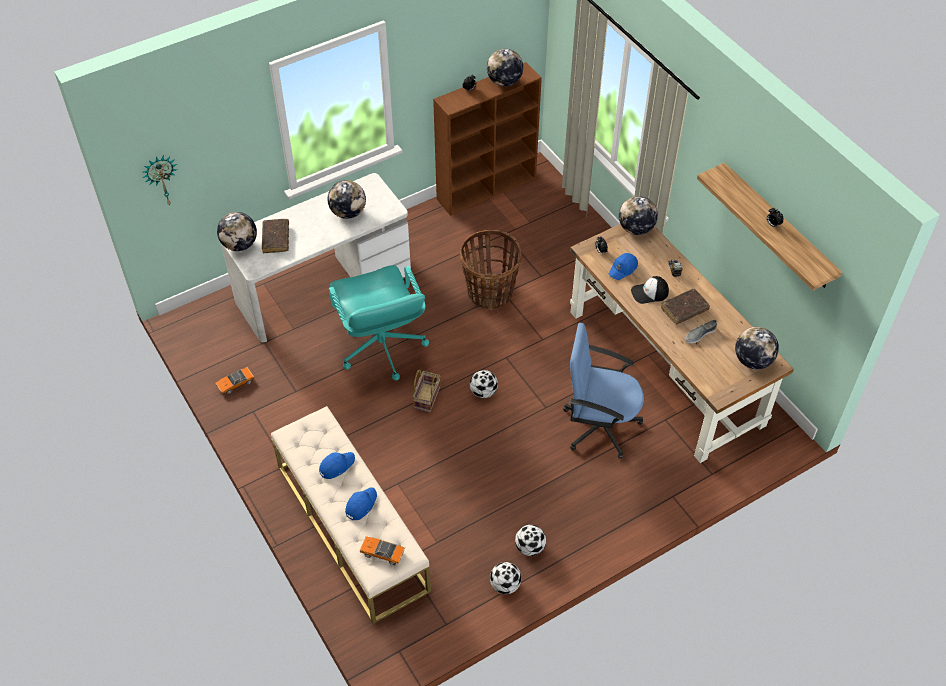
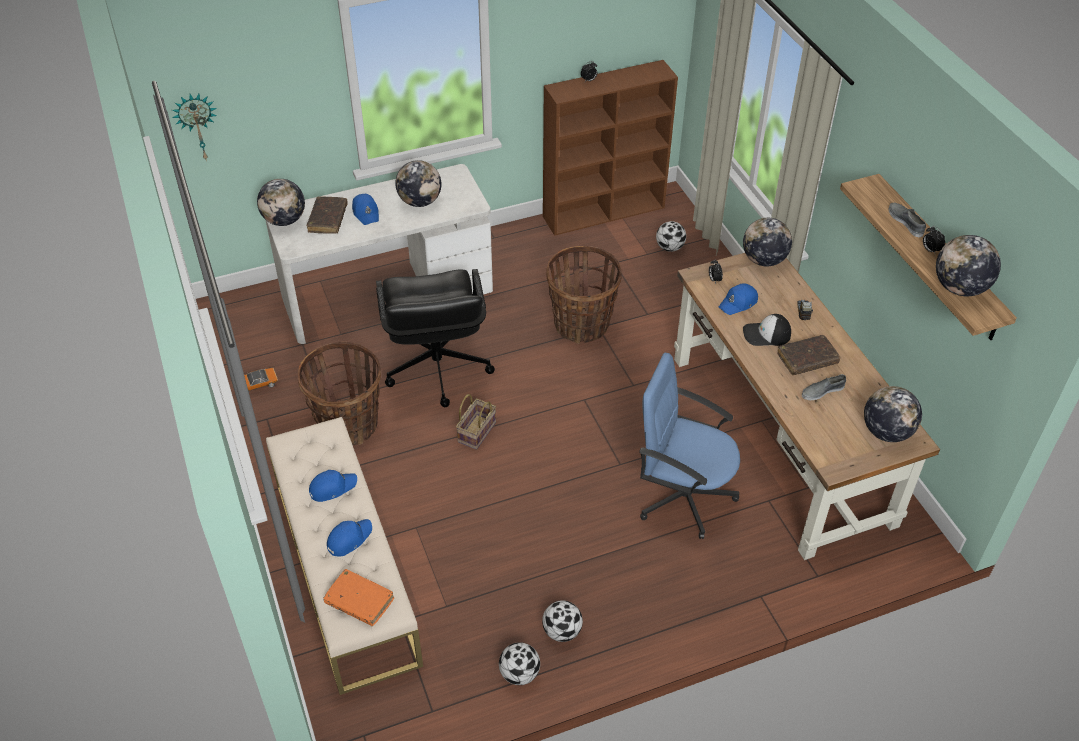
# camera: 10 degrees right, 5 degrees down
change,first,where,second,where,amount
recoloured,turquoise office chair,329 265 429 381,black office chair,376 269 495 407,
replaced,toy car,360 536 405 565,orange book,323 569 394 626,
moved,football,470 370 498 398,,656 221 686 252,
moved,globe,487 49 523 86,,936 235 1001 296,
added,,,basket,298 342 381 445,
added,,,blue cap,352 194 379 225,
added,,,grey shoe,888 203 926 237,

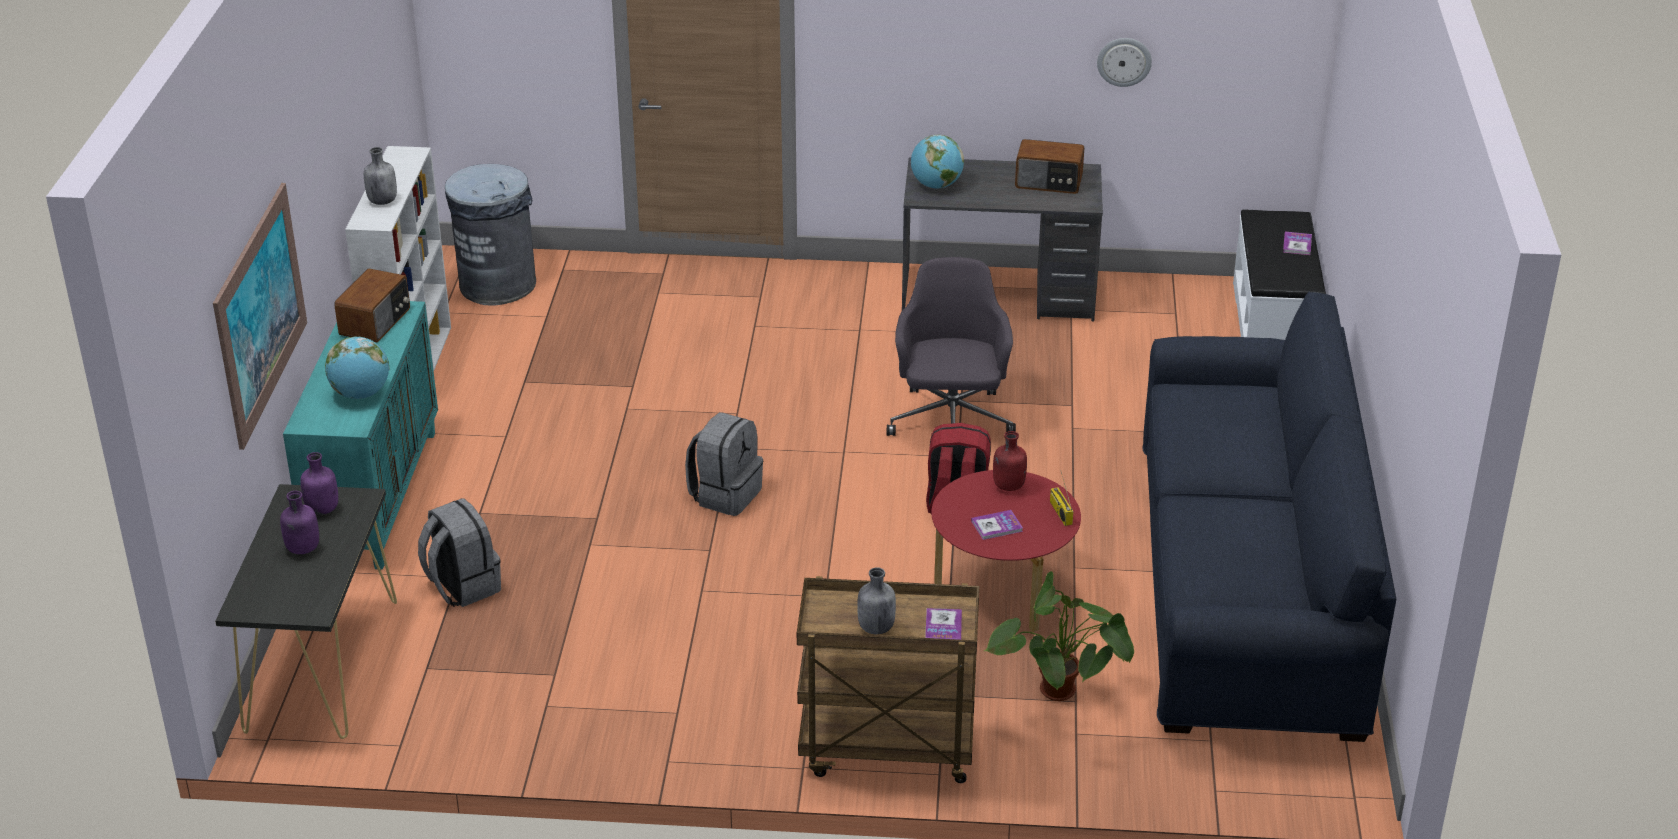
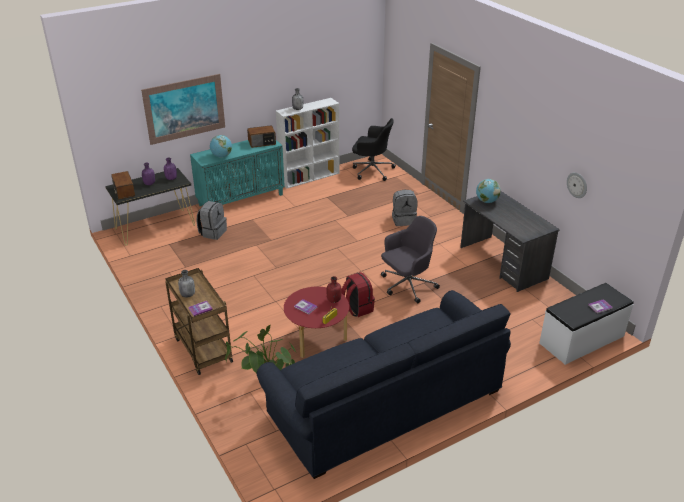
# camera: 55 degrees right, 0 degrees up
change,first,where,second,where,amount
replaced,grey trash can,445 164 536 306,black office chair,352 118 396 181,
moved,grey backpack,685 412 763 516,,392 190 418 226,
moved,radio,1015 139 1084 194,,111 171 135 199,

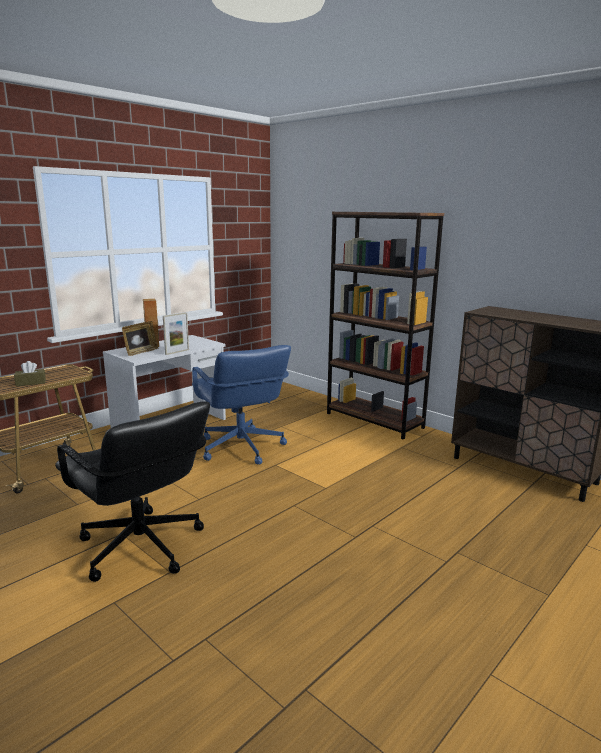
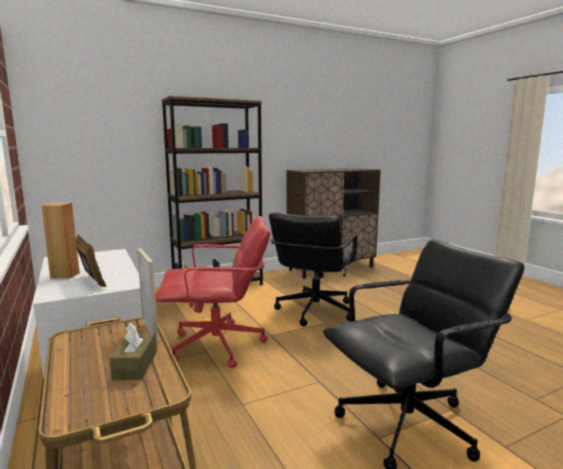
# camera: 70 degrees left, 5 degrees down
change,first,where,second,where,amount
moved,picture frame,163 312 189 355,,137 248 159 343,
recoloured,blue office chair,192 345 291 464,red office chair,155 216 270 368,
added,,,black office chair,269 213 357 326,

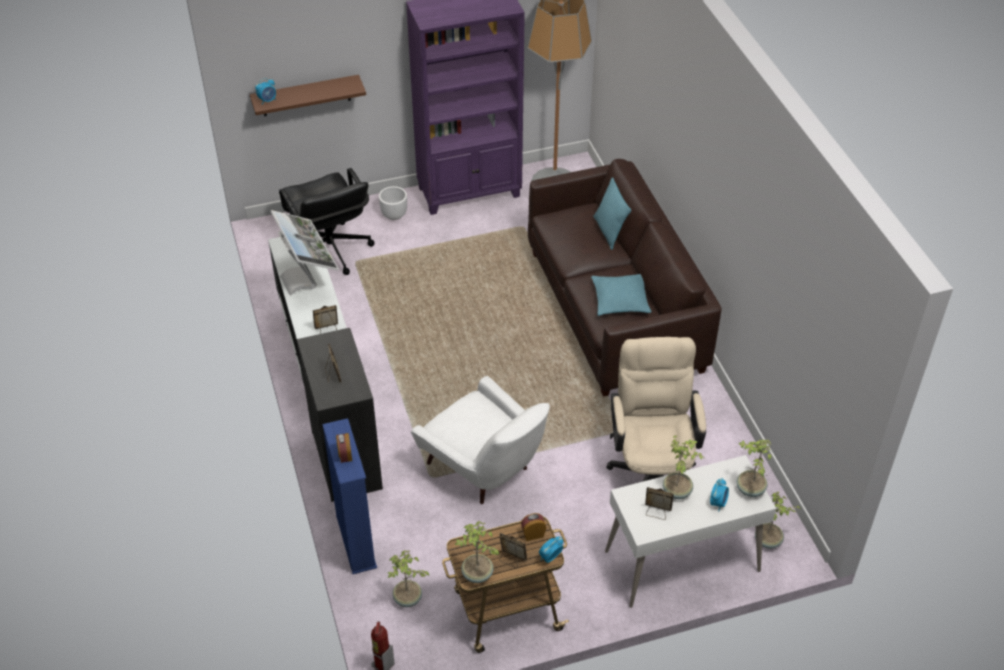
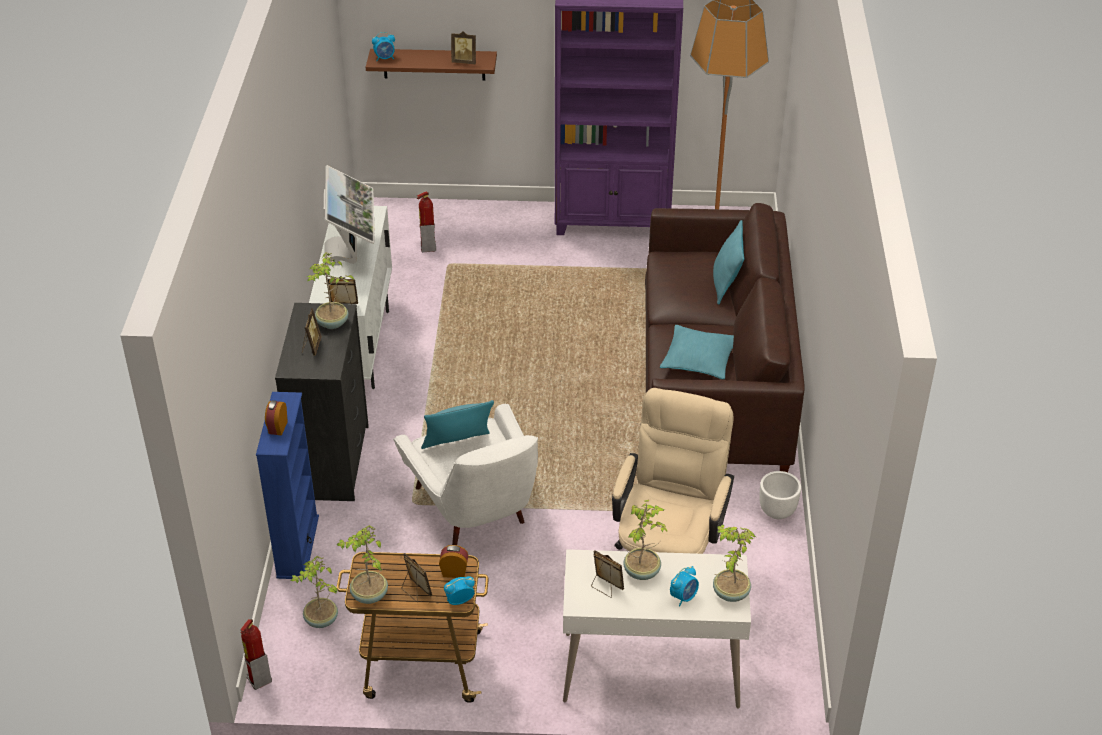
# camera: 20 degrees right, 5 degrees down
change,first,where,second,where,amount
replaced,black office chair,279 168 374 275,fire extinguisher,417 192 436 252,
moved,white planter,379 186 407 220,,759 471 801 519,
moved,potted plant,755 492 801 549,,307 252 354 329,
added,,,turquoise pillow,421 400 494 449,
added,,,picture frame,451 31 476 64,

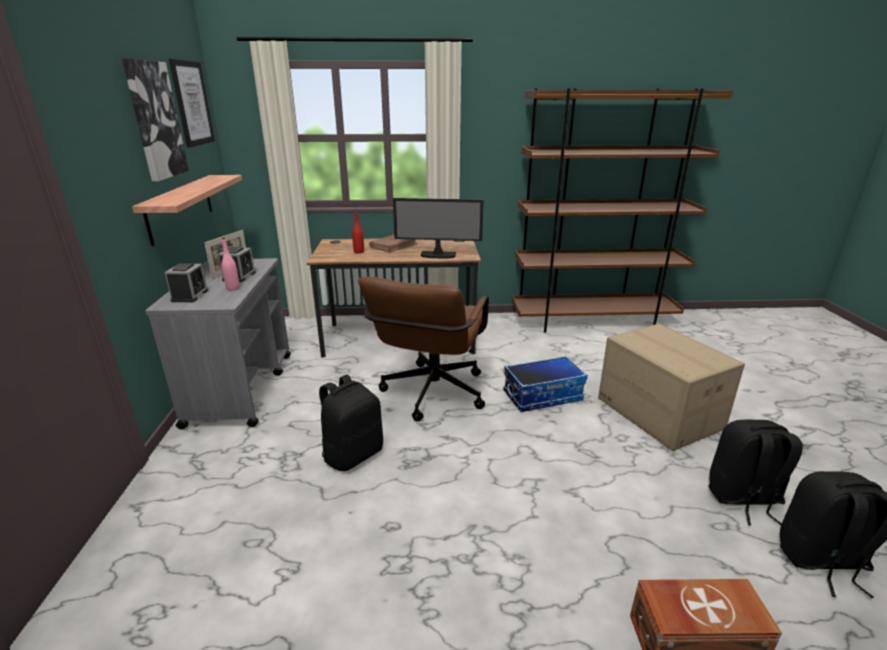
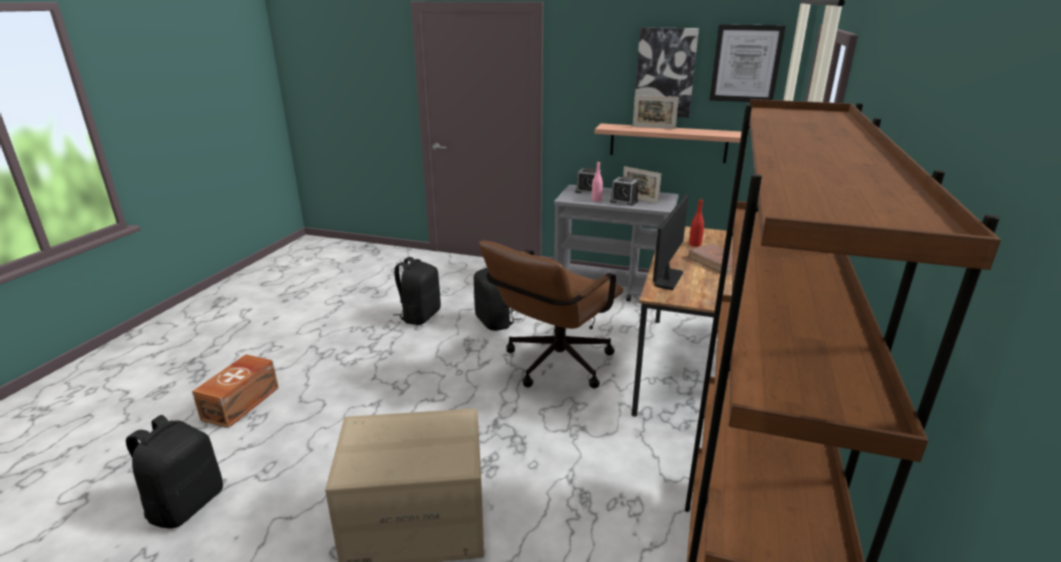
# camera: 110 degrees right, 0 degrees up
change,first,where,second,where,amount
turned,brown office chair,358 277 489 421,,479 241 623 388,90 degrees counterclockwise
removed,storage box,503 356 588 412,,,
moved,black backpack,709 420 803 525,,394 257 441 325,
added,,,picture frame,633 95 679 129,

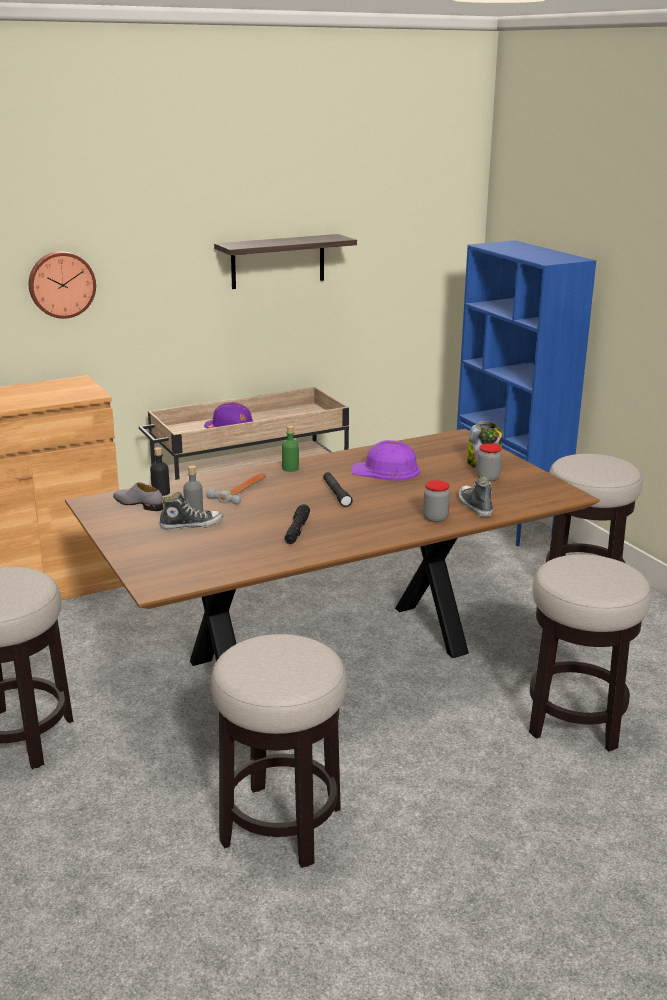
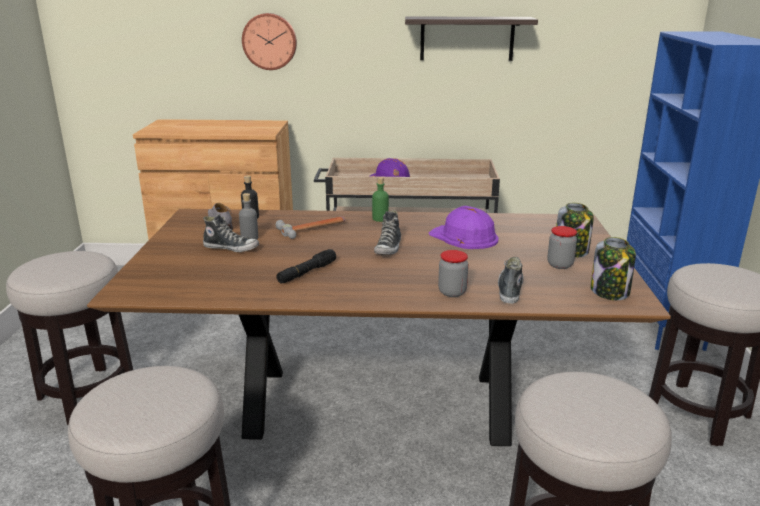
# camera: 30 degrees right, 0 degrees up
change,first,where,second,where,amount
replaced,black flashlight,323 472 353 507,shoe,374 210 401 255,
added,,,jar,591 237 636 300,

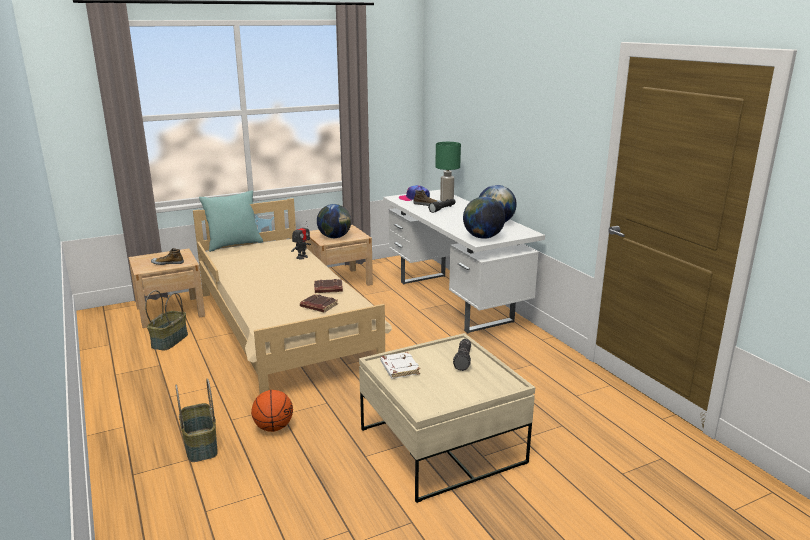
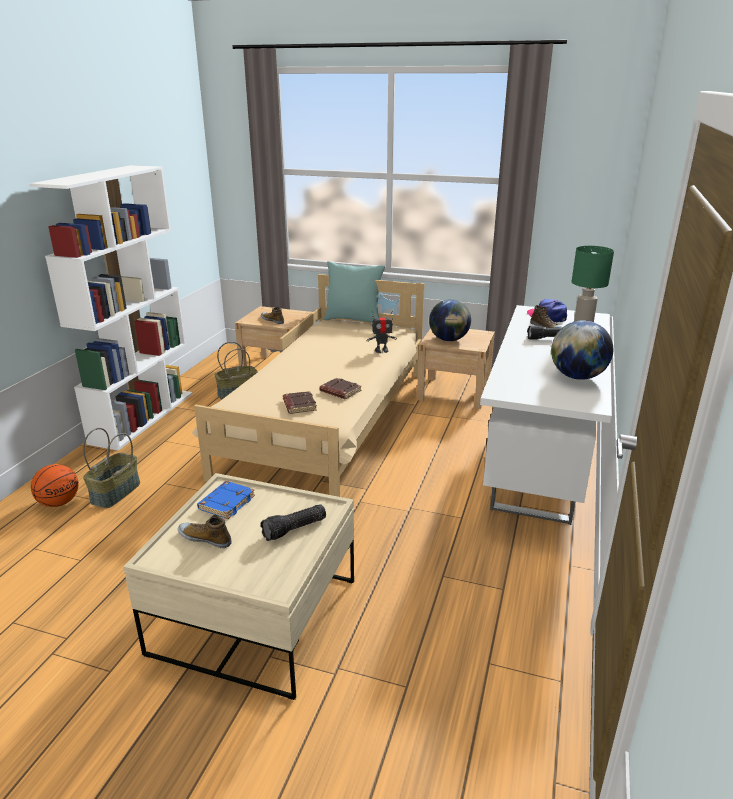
# camera: 45 degrees right, 5 degrees up
change,first,where,second,where,amount
moved,basketball,251 390 293 432,,31 464 79 507,
recoloured,white book,380 352 420 379,blue book,197 481 255 519,
removed,globe,463 197 505 239,,,
added,,,white bookcase,29 165 192 451,
added,,,shoe,178 515 232 548,

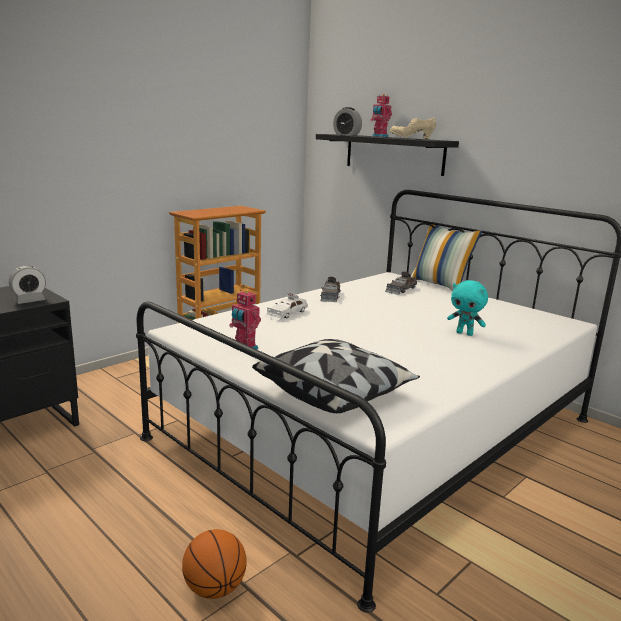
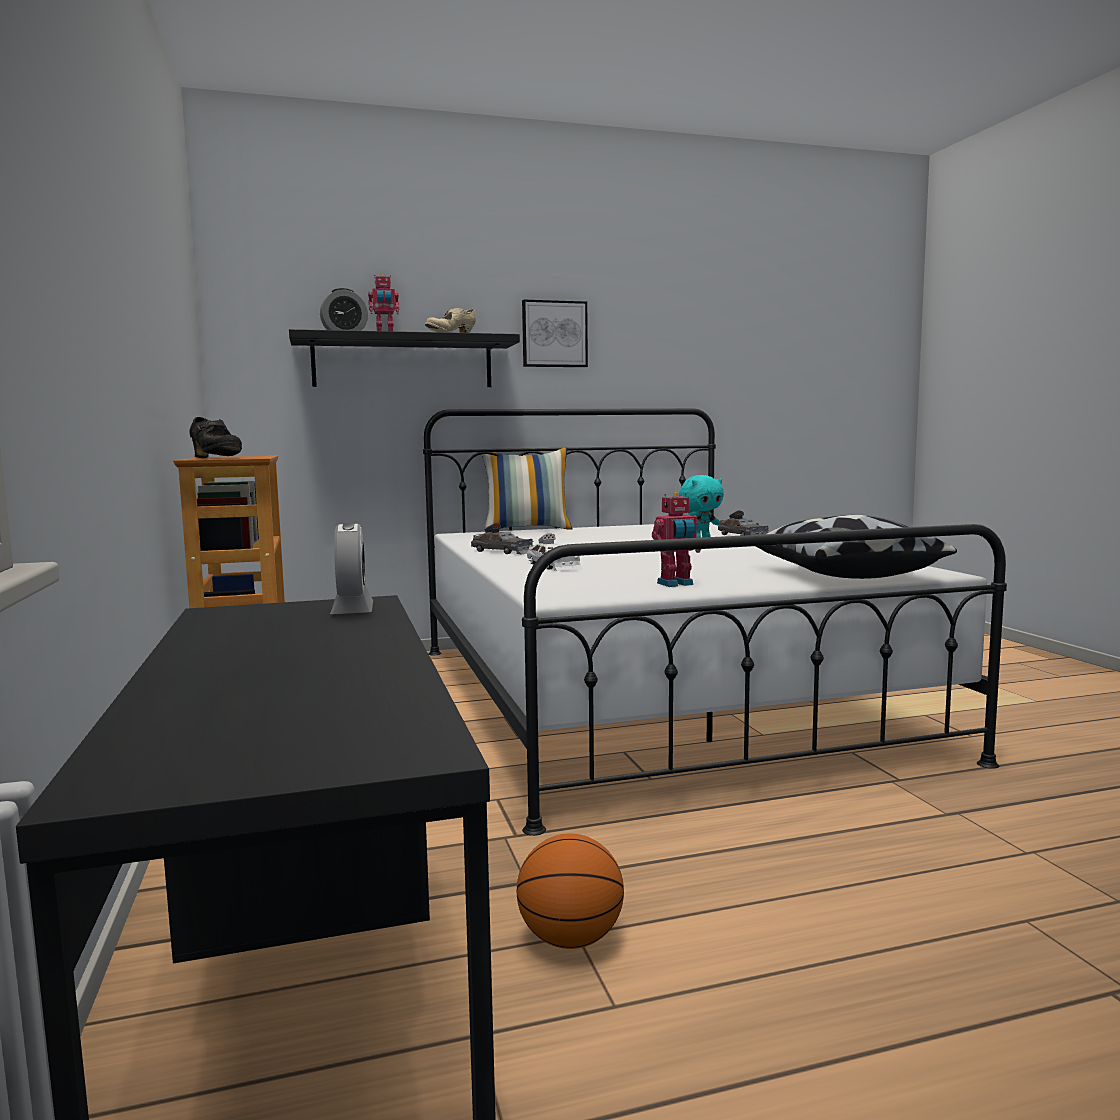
# camera: 60 degrees left, 10 degrees down
change,first,where,second,where,amount
moved,basketball,182 529 247 599,,517 834 624 949,
moved,grey toy car,385 272 417 295,,718 510 768 536,
added,,,black shoe,190 417 242 458,
added,,,picture,522 300 588 367,

